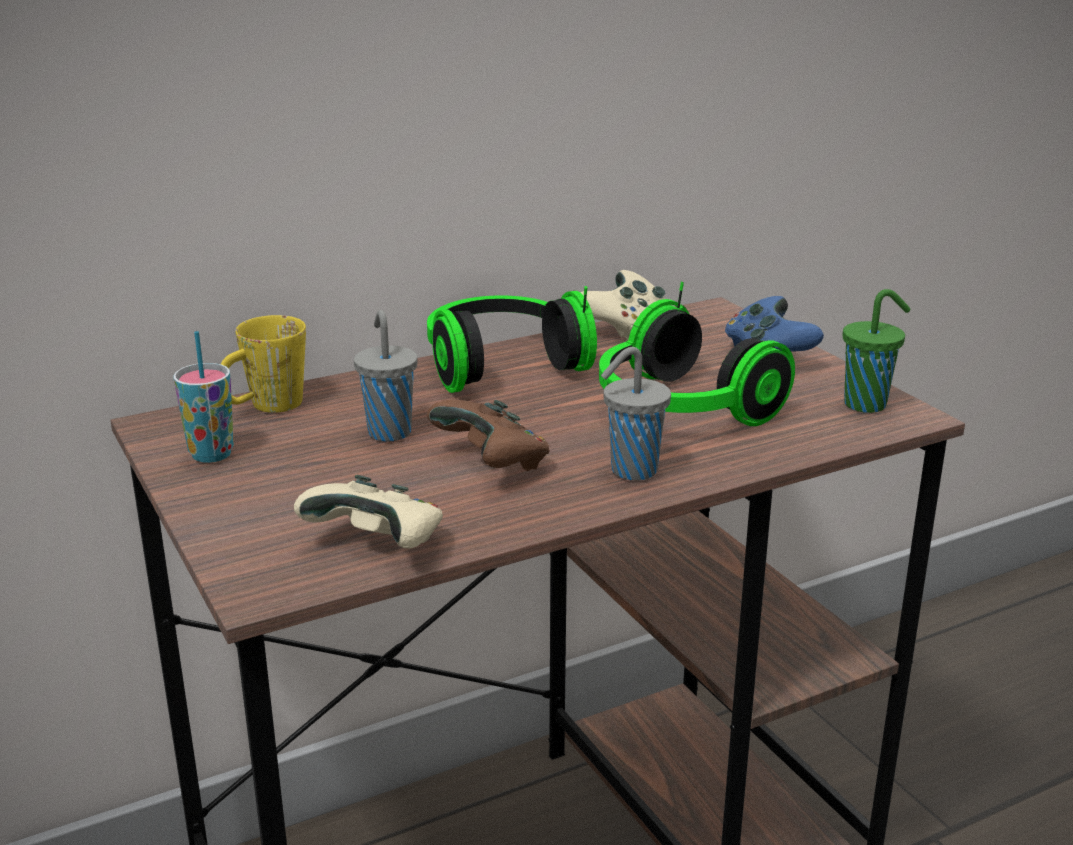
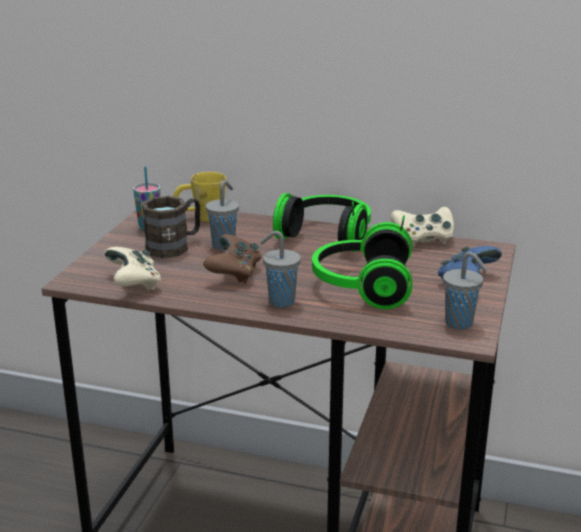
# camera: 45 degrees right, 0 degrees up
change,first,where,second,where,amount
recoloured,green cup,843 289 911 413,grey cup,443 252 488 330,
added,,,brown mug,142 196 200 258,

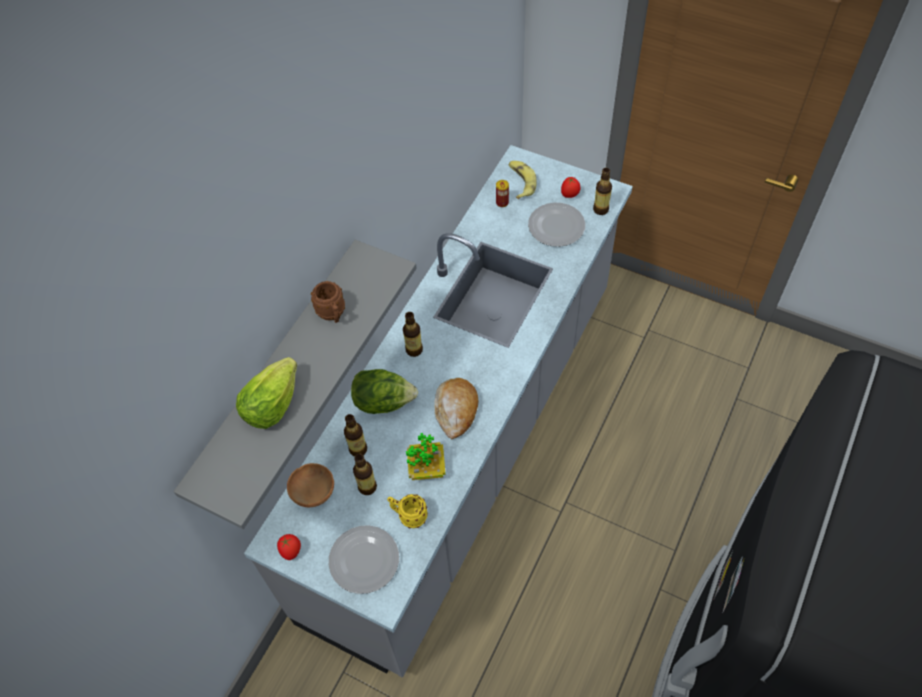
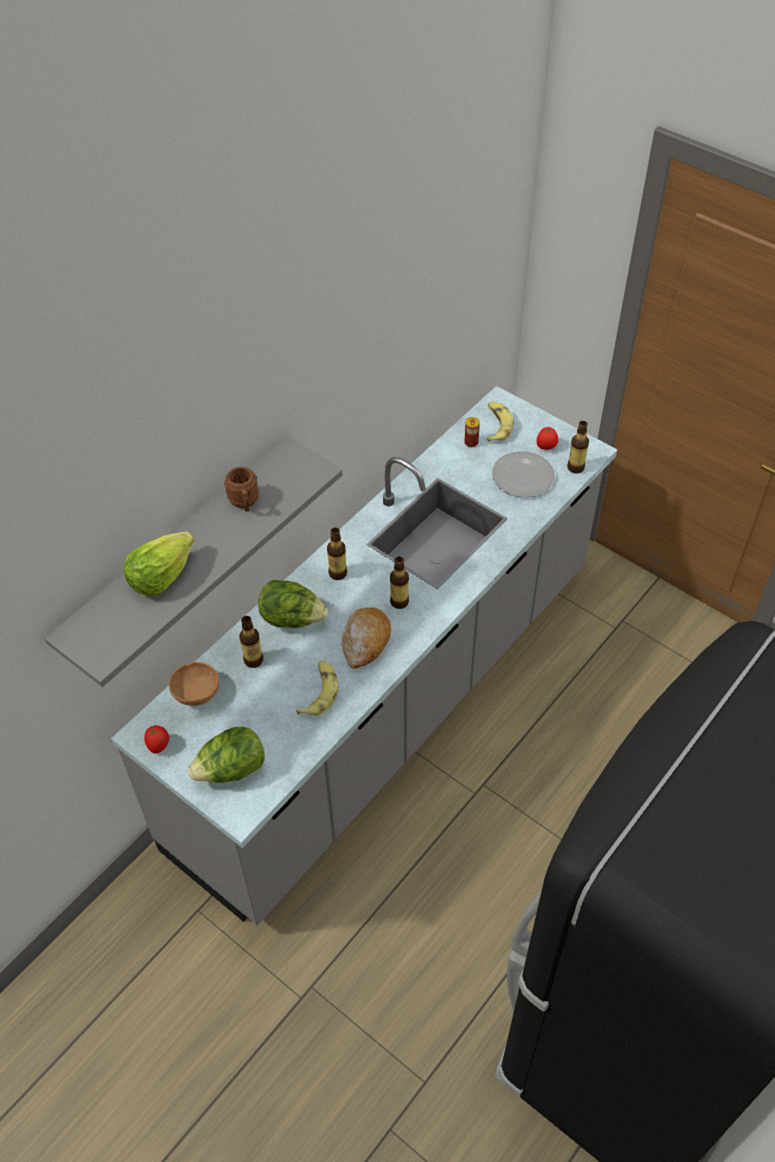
# camera: 10 degrees right, 5 degrees down
change,first,where,second,where,amount
replaced,plate,329 525 399 594,lettuce,188 726 264 783,
moved,bottle,353 453 377 495,,390 556 409 609,
removed,yellow mug,387 494 428 528,,,
replaced,potted plant,406 433 446 480,banana,296 661 338 715,

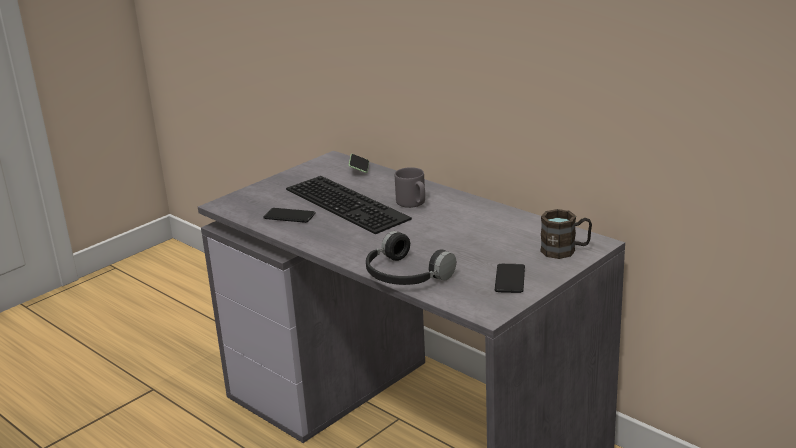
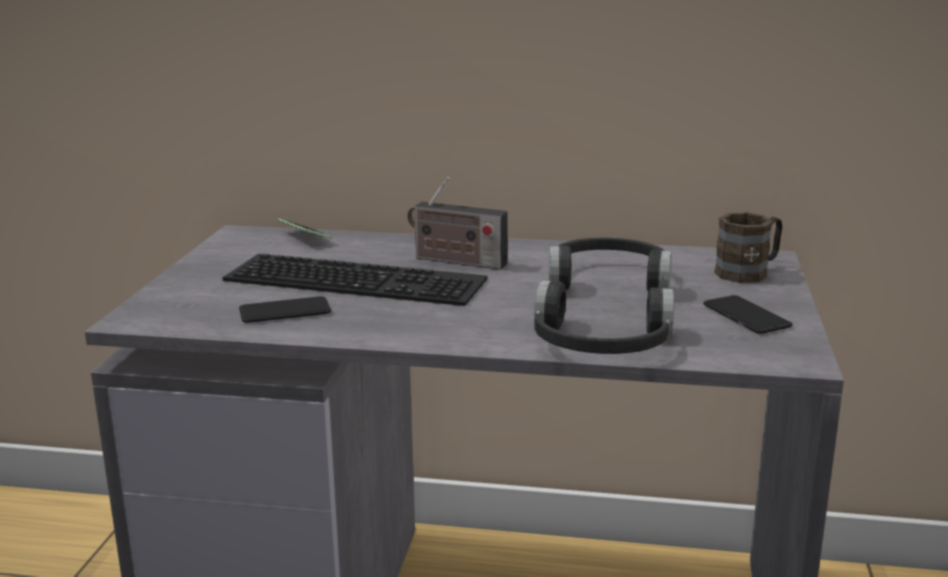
# camera: 35 degrees left, 5 degrees down
change,first,where,second,where,amount
replaced,grey mug,395 167 425 208,radio,408 177 508 270,
added,,,black headphones,548 238 672 291,

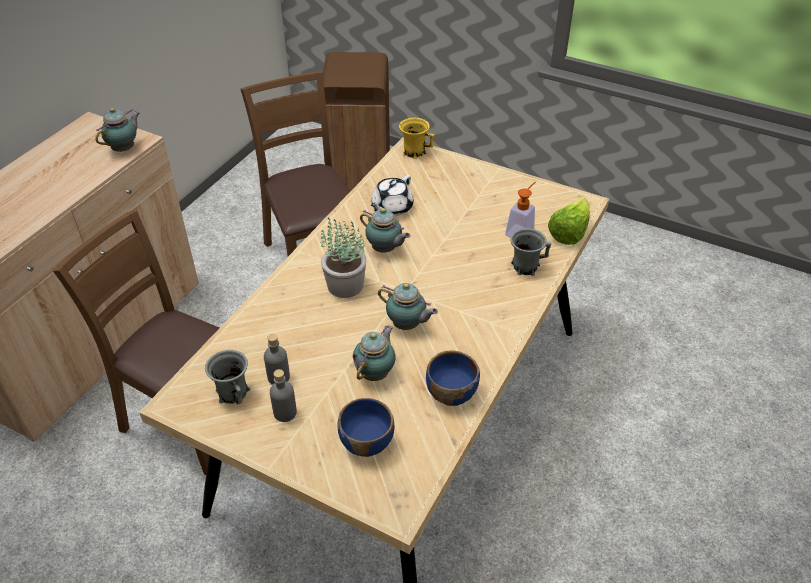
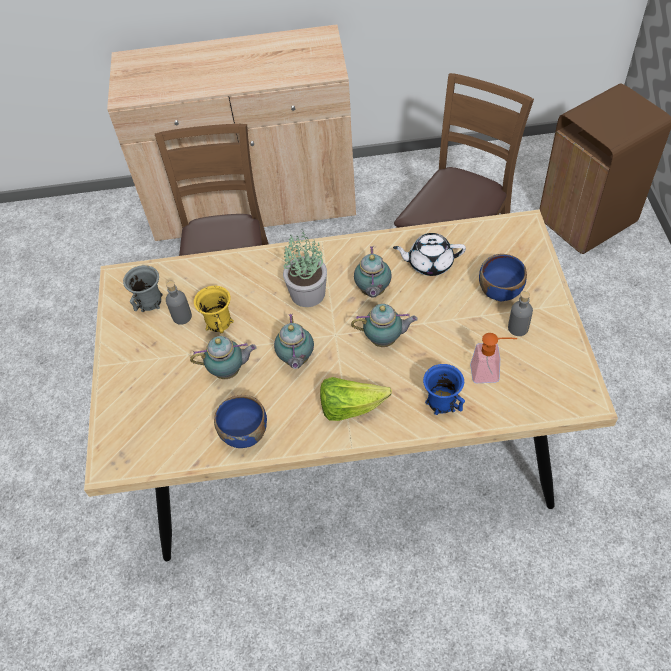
# camera: 60 degrees right, 10 degrees up
change,first,where,second,where,amount
moved,teapot,95 108 140 152,,351 304 418 347,
moved,grey bottle,270 369 297 422,,508 291 533 336,
moved,blue bowl,337 398 394 457,,479 254 527 301,
moved,yellow mug,399 118 434 159,,194 286 234 333,
recoloured,grey mug,510 228 551 276,blue mug,423 364 465 415,
moved,lettuce,548 197 590 245,,320 377 392 421,

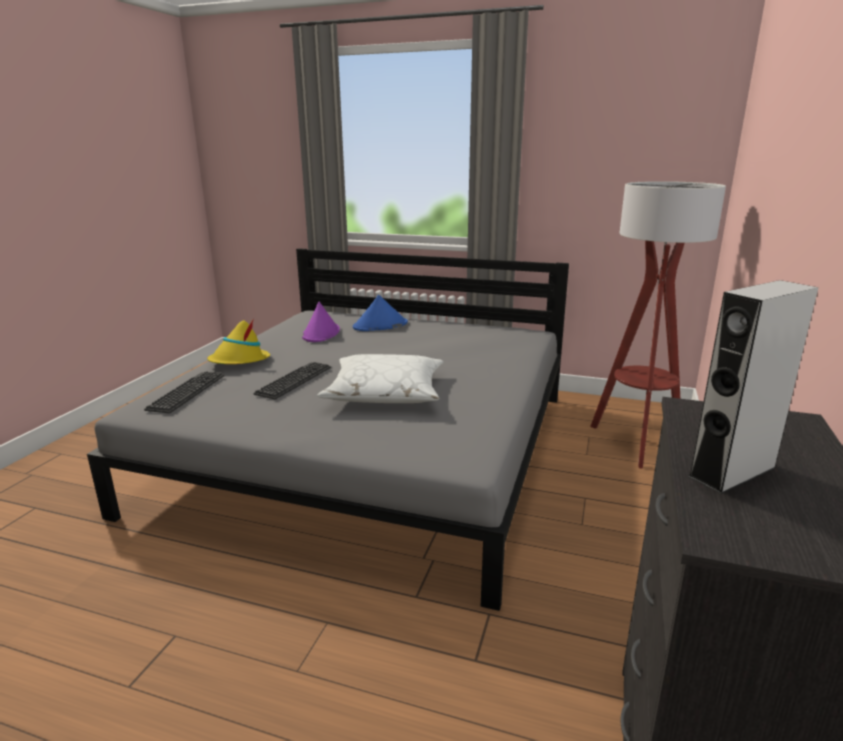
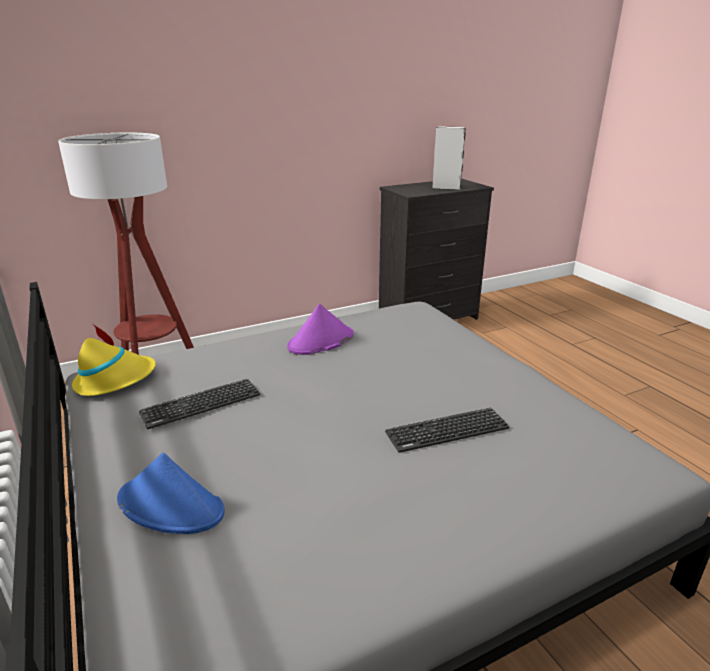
# camera: 135 degrees left, 5 degrees up
change,first,where,second,where,amount
moved,keyboard,144 371 225 413,,139 379 260 429,
moved,yellow hat,207 318 270 364,,72 323 156 396,
moved,purple hat,302 302 340 342,,287 304 354 355,
removed,white pillow,317 354 444 403,,,

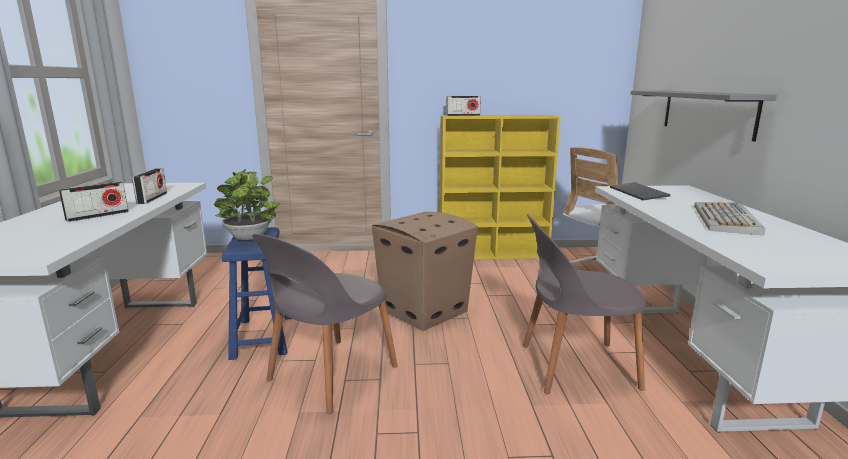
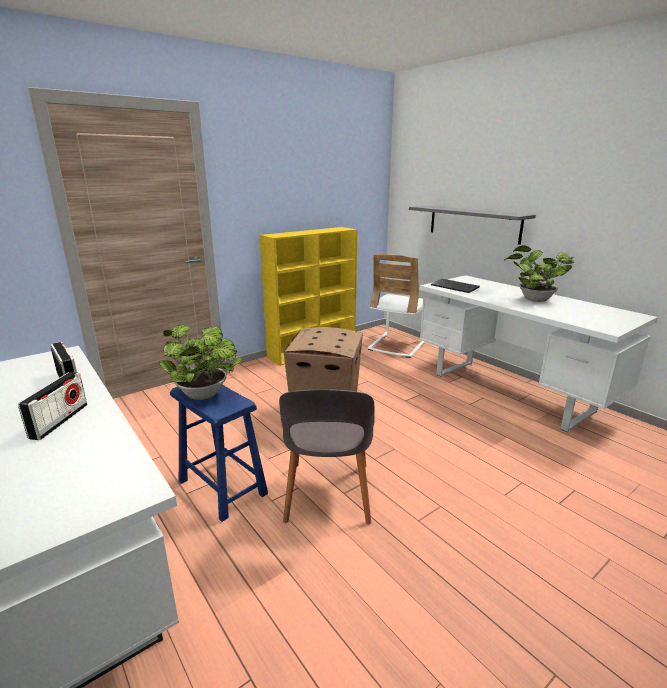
# camera: 35 degrees left, 5 degrees up
change,first,where,second,where,amount
removed,radio,446 96 481 116,,,
removed,grey chair,523 214 646 394,,,
replaced,keyboard,694 202 766 236,potted plant,504 245 574 302,

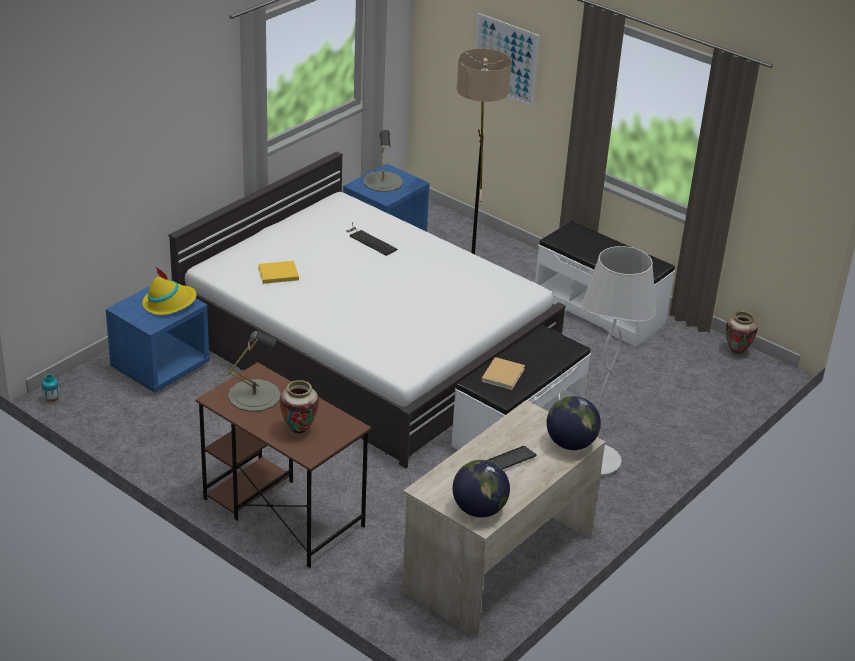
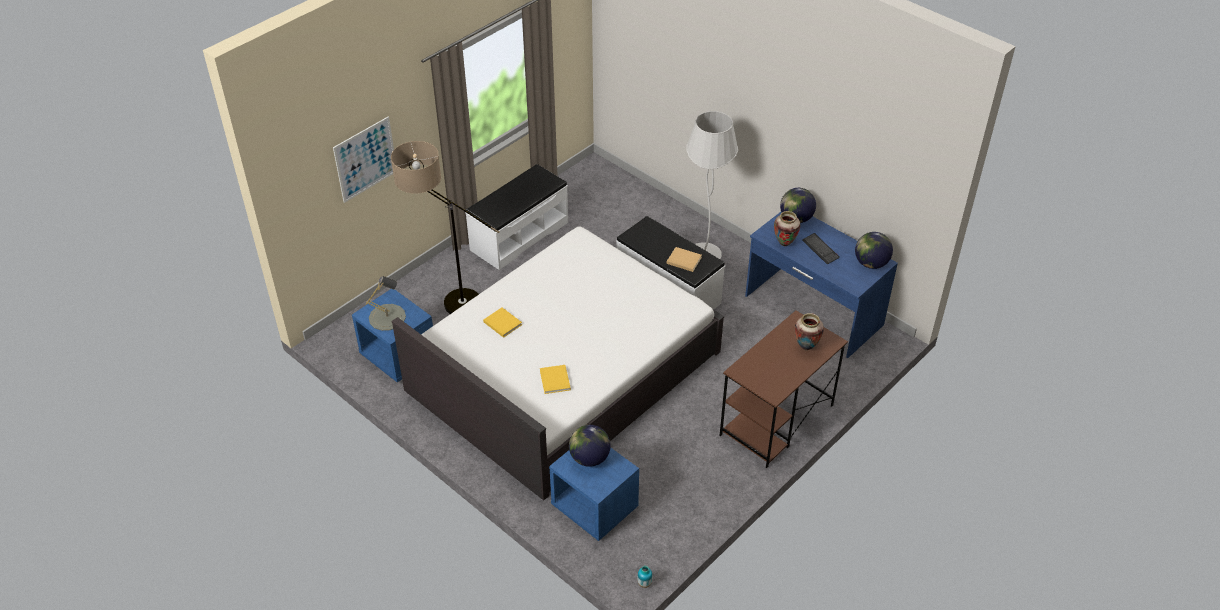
# camera: 85 degrees left, 10 degrees up
change,first,where,second,where,amount
replaced,yellow hat,142 266 197 315,globe,569 425 611 467,
removed,grey table lamp,227 330 281 412,,,
replaced,keyboard,346 222 398 256,yellow book,483 308 522 338,
recoloured,beige desk,402 400 605 638,blue desk,745 212 898 358,
moved,vase,726 311 758 355,,774 211 800 246,

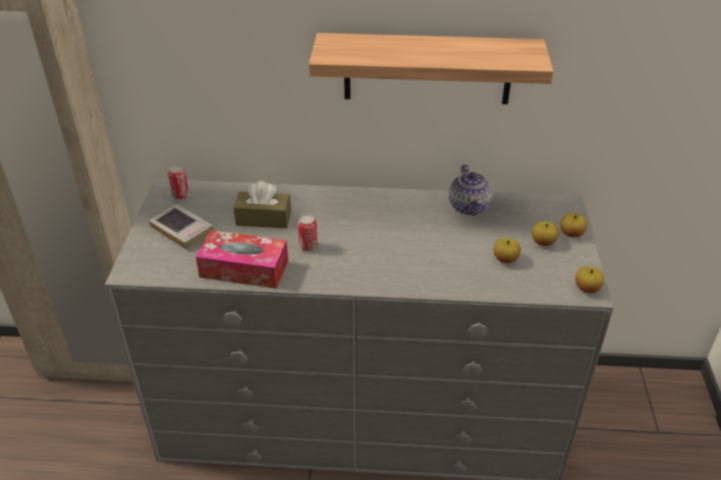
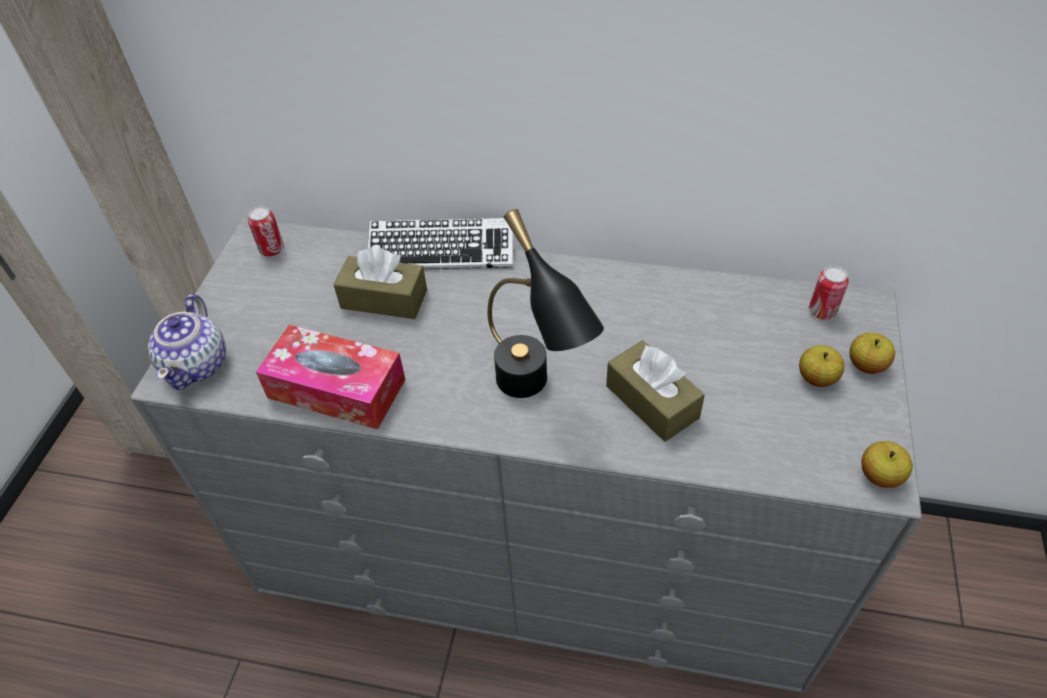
# camera: 10 degrees right, 10 degrees up
change,first,where,second,where,amount
removed,book,149 204 214 250,,,
moved,can,298 215 318 251,,809 266 849 320,
removed,shelf,309 33 554 104,,,
moved,teapot,449 165 492 216,,148 294 226 390,
removed,apple,494 238 521 263,,,
added,,,keyboard,368 218 513 269,
added,,,black table lamp,487 209 604 398,
added,,,brown tissue box,606 340 705 442,

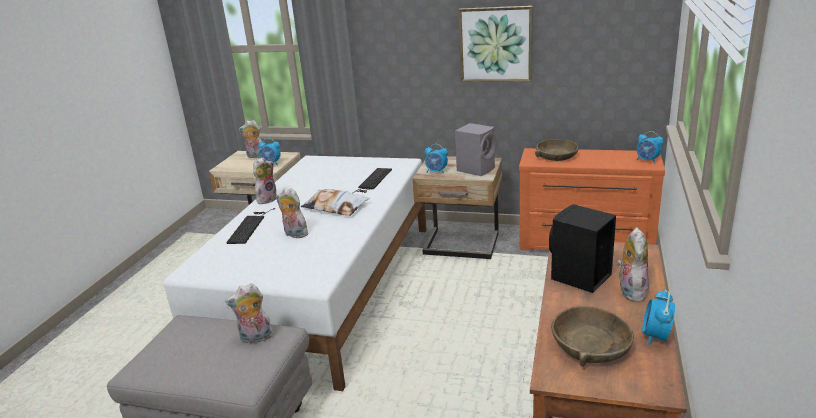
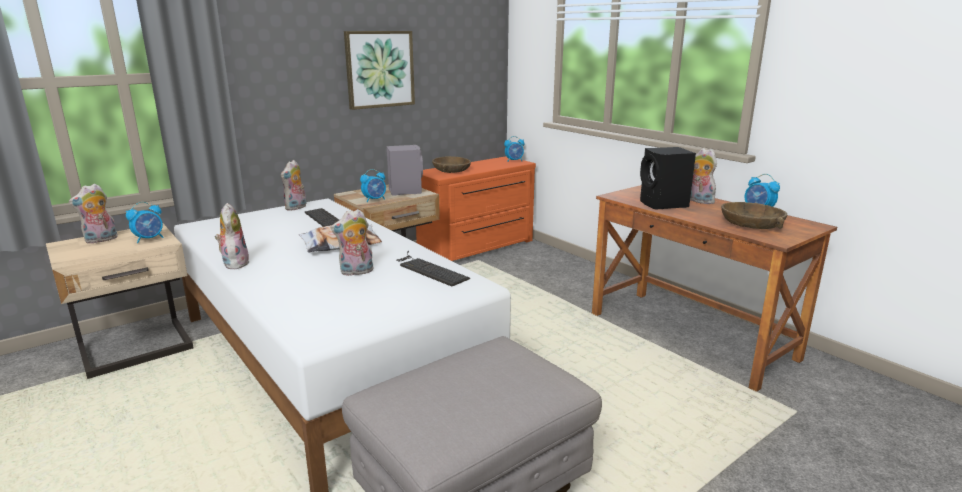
# camera: 55 degrees left, 5 degrees down
change,first,where,second,where,amount
moved,plush toy,225 283 273 344,,281 160 307 211,
moved,keyboard,226 208 275 244,,397 251 470 286,

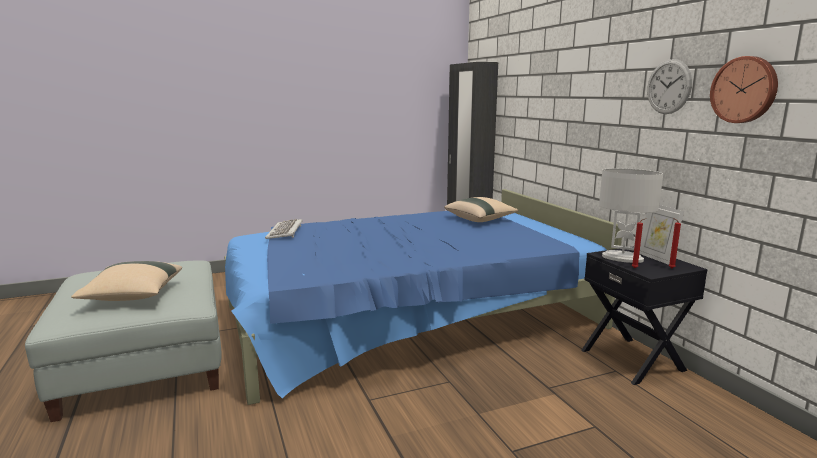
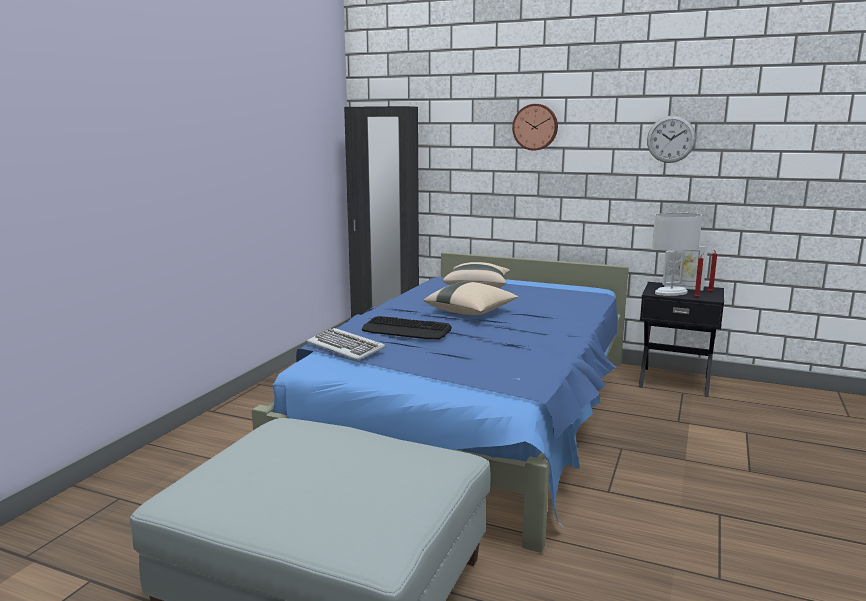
# camera: 45 degrees left, 0 degrees up
change,first,where,second,where,amount
moved,beige pillow,71 261 182 301,,424 282 518 315,
moved,wall clock,710 56 778 123,,512 104 558 151,
added,,,keyboard,362 316 452 339,

